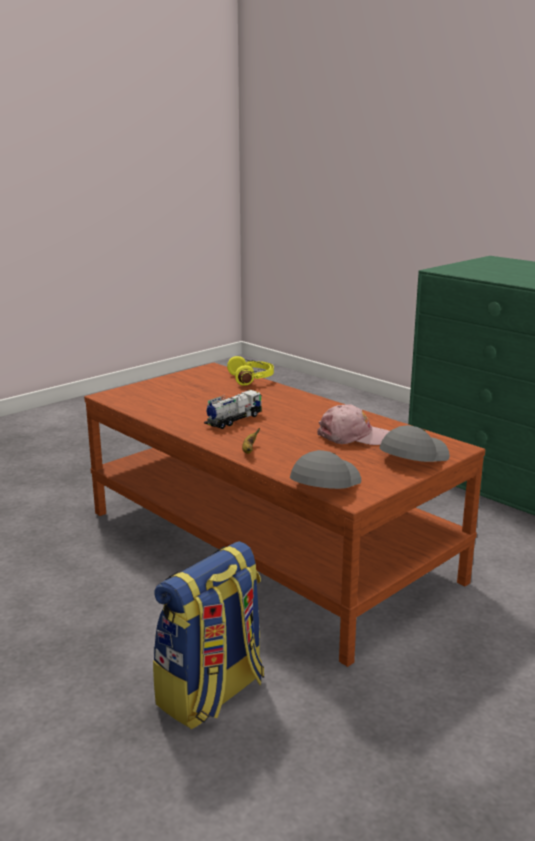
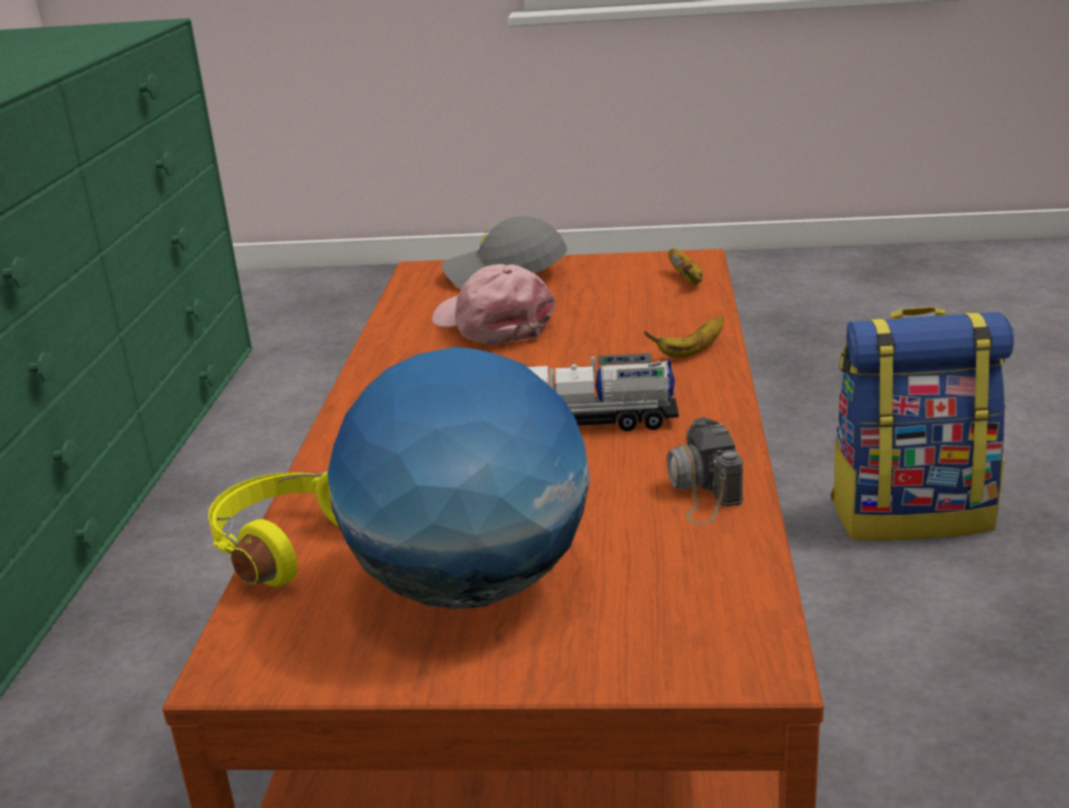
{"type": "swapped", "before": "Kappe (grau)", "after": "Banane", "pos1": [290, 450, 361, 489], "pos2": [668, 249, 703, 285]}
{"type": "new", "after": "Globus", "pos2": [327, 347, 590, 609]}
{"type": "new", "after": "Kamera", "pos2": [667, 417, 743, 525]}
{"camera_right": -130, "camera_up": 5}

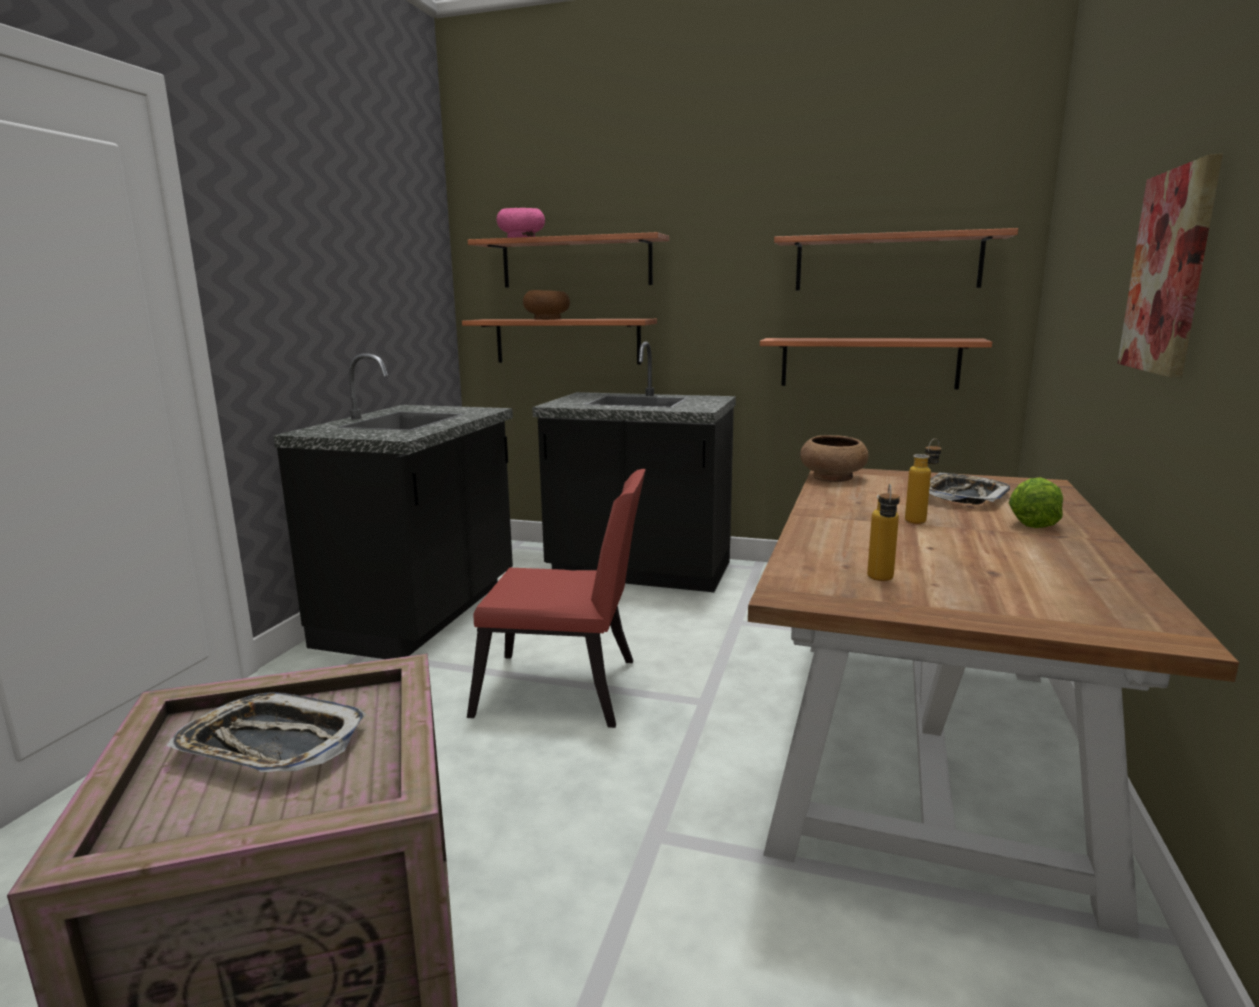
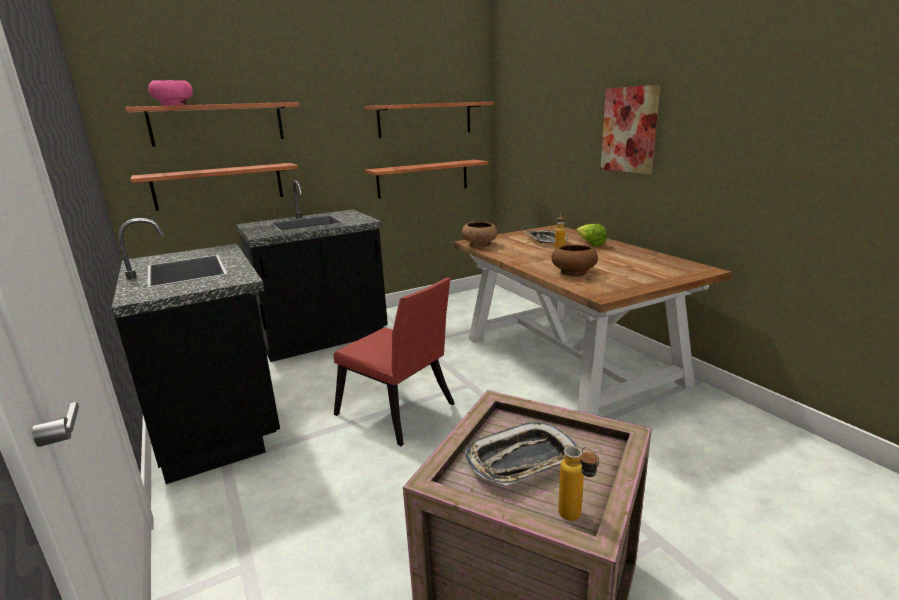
{"type": "shifted", "before": "Schüssel (braun)", "pos1": [523, 290, 570, 320], "pos2": [552, 244, 598, 277]}
{"type": "rotated", "before": "Stuhl (rot)", "pos1": [467, 469, 646, 728], "pos2": [334, 278, 455, 446], "turn": 75}
{"type": "shifted", "before": "Flasche", "pos1": [867, 484, 900, 581], "pos2": [558, 446, 599, 521]}
{"camera_right": -45, "camera_up": 5}

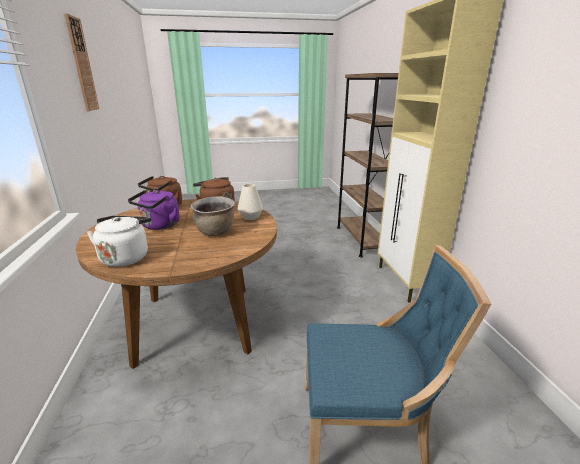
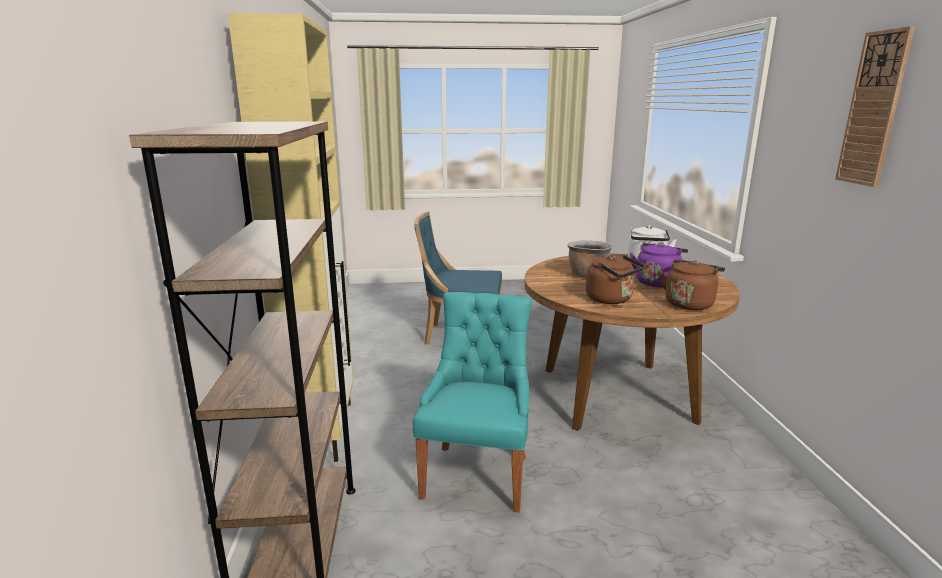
{"type": "gone", "before": "Vase (weiß)", "pos1": [237, 184, 263, 220]}
{"type": "new", "after": "Stuhl (türkis)", "pos2": [413, 292, 532, 512]}
{"camera_right": -175, "camera_up": -5}

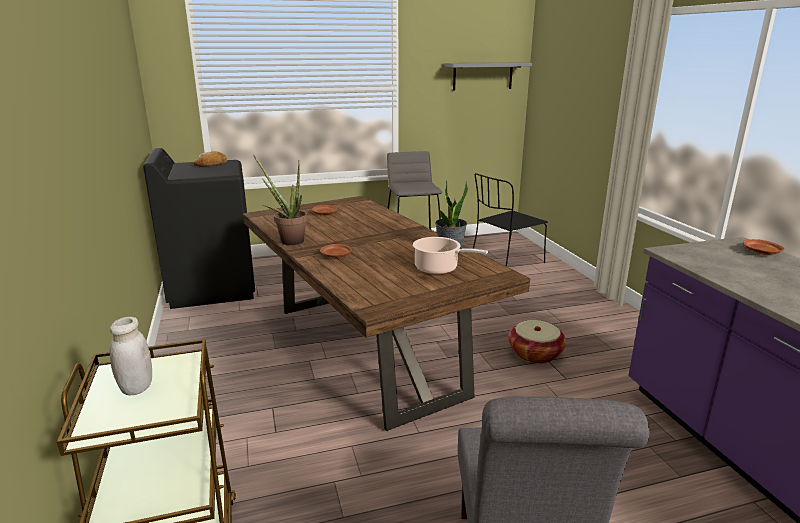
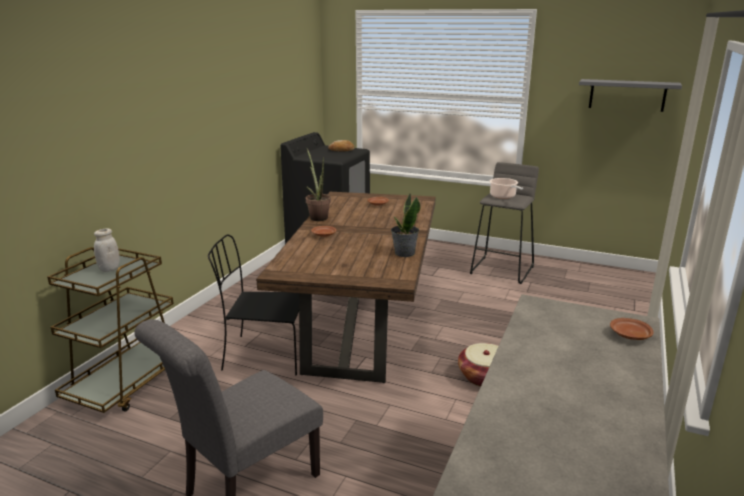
{"type": "shifted", "before": "Stuhl (schwarz)", "pos1": [473, 173, 548, 267], "pos2": [208, 235, 299, 375]}
{"type": "shifted", "before": "Kochtopf", "pos1": [413, 237, 488, 274], "pos2": [490, 178, 523, 199]}
{"camera_right": 40, "camera_up": 0}

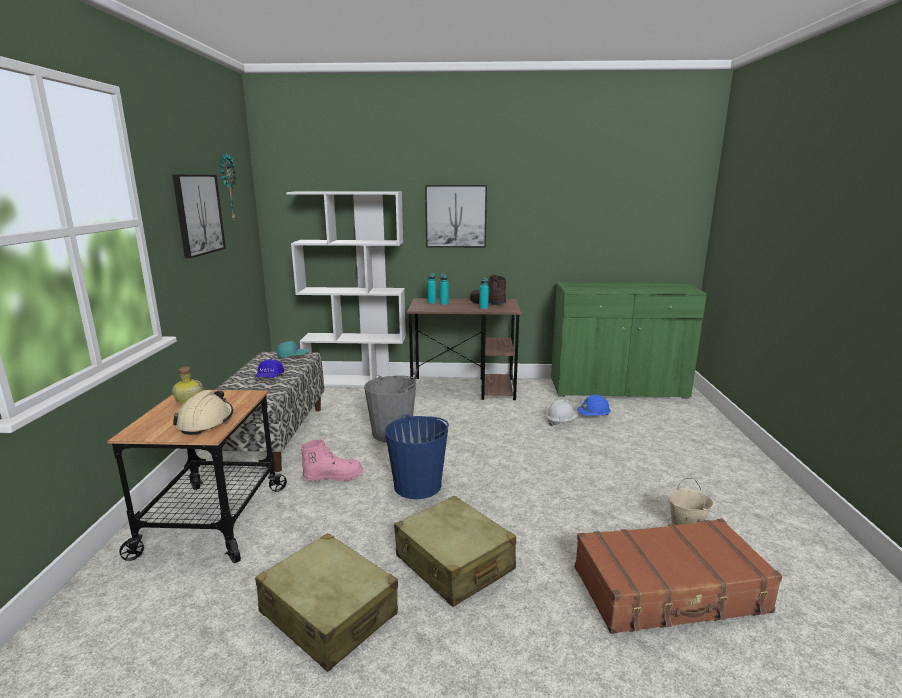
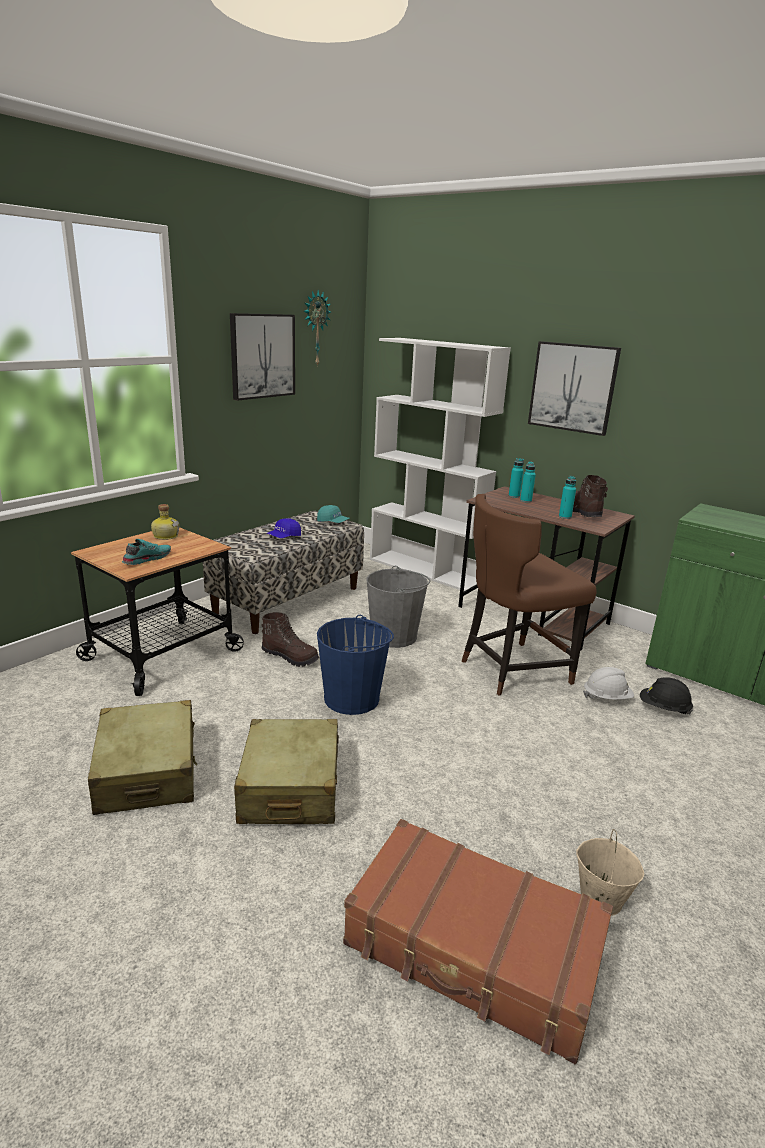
{"type": "swapped", "before": "Schutzhelm (beige)", "after": "Schuh (türkis)", "pos1": [173, 390, 233, 435], "pos2": [122, 539, 171, 565]}
{"type": "repainted", "before": "Schutzhelm (blau)", "after": "Schutzhelm (schwarz)", "pos1": [577, 395, 611, 416], "pos2": [640, 677, 693, 715]}
{"type": "repainted", "before": "Stiefel (rosa)", "after": "Stiefel (braun)", "pos1": [301, 439, 363, 482], "pos2": [261, 612, 319, 667]}
{"type": "new", "after": "Stuhl (braun)", "pos2": [462, 494, 596, 696]}
{"camera_right": 35, "camera_up": 5}

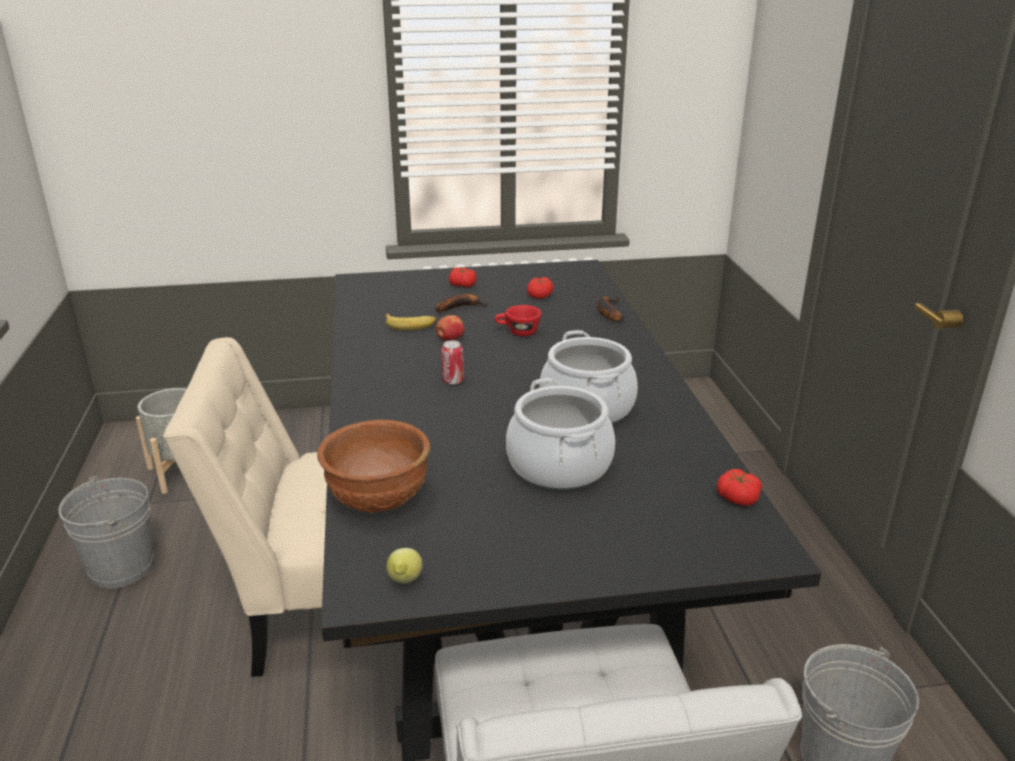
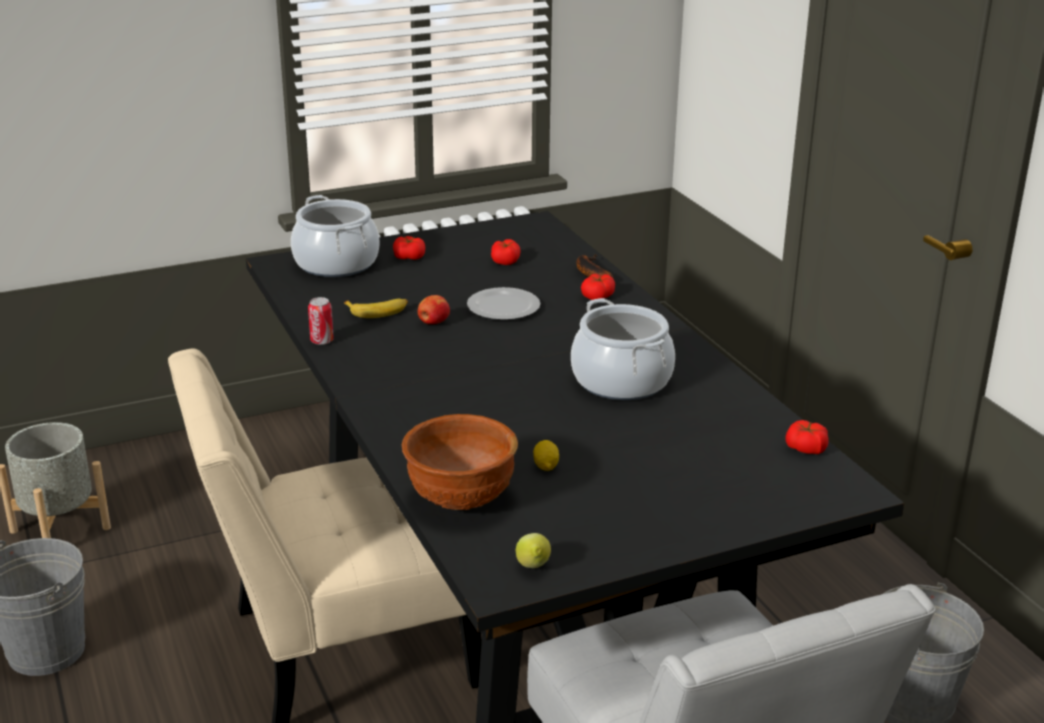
{"type": "gone", "before": "Banane", "pos1": [435, 294, 488, 312]}
{"type": "swapped", "before": "Tasse (rot)", "after": "Teller", "pos1": [495, 305, 541, 336], "pos2": [467, 287, 540, 320]}
{"type": "shifted", "before": "Dose", "pos1": [441, 340, 464, 385], "pos2": [308, 297, 334, 345]}
{"type": "shifted", "before": "Kochtopf", "pos1": [506, 378, 615, 490], "pos2": [291, 195, 379, 277]}
{"type": "new", "after": "Tomate", "pos2": [581, 274, 615, 300]}
{"type": "new", "after": "Zitrone", "pos2": [533, 440, 559, 471]}
{"camera_right": -15, "camera_up": 0}

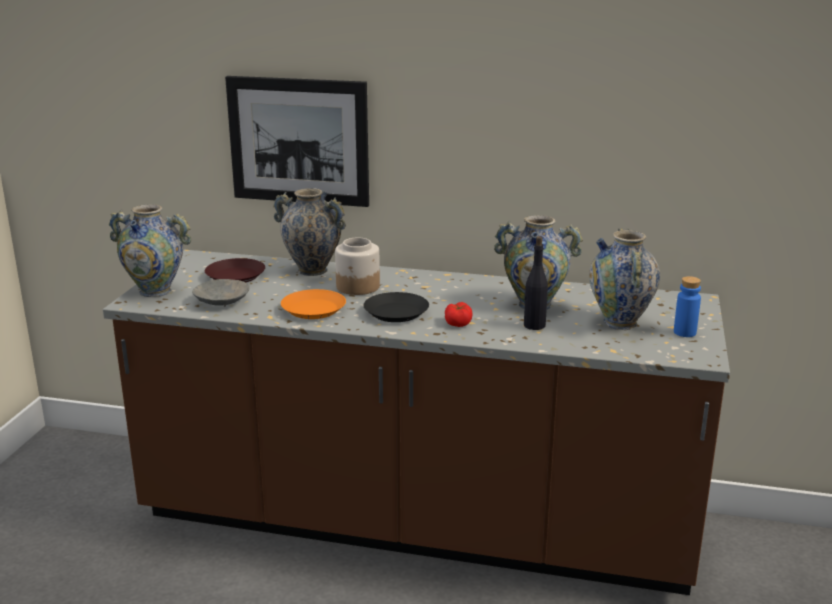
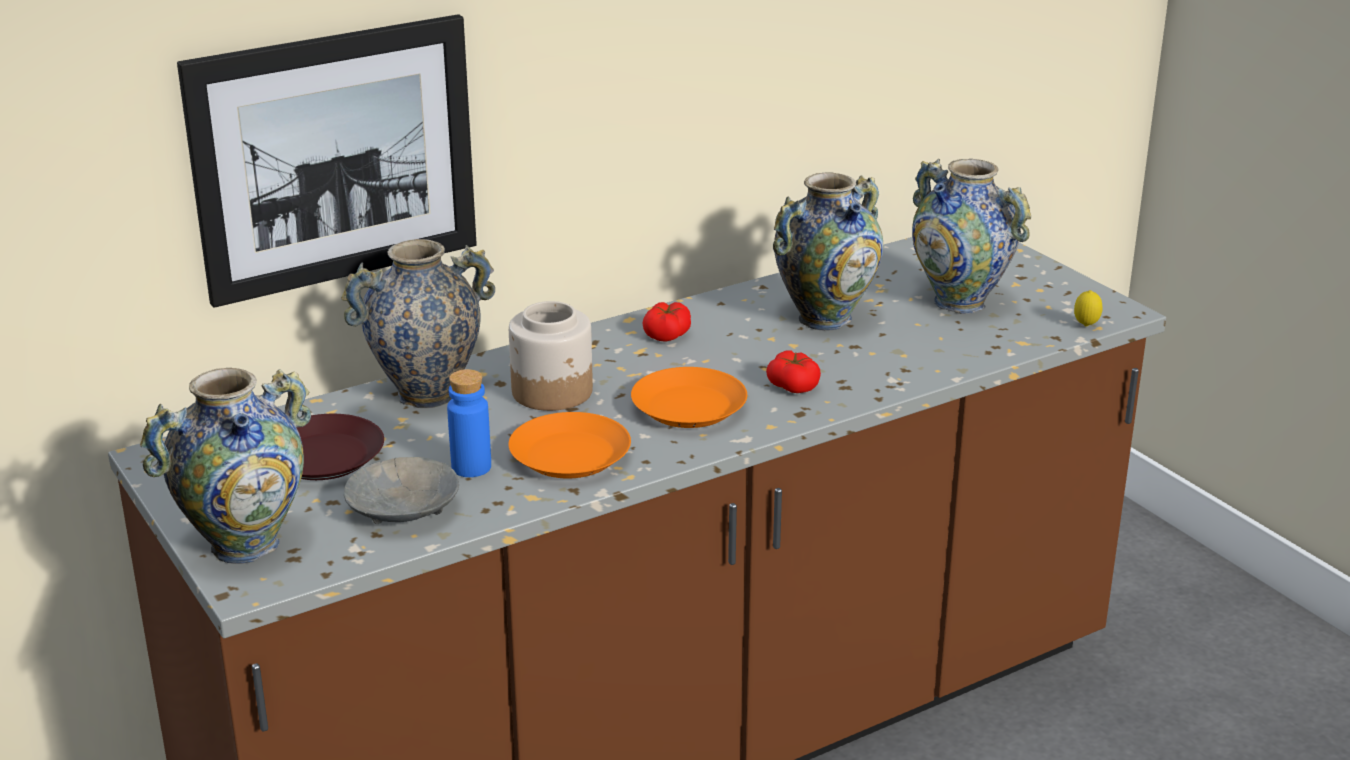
{"type": "gone", "before": "Flasche (schwarz)", "pos1": [524, 236, 548, 330]}
{"type": "shifted", "before": "Flasche (blau)", "pos1": [674, 276, 701, 337], "pos2": [447, 369, 491, 477]}
{"type": "repainted", "before": "Teller (schwarz)", "after": "Teller (orange)", "pos1": [363, 292, 429, 322], "pos2": [631, 367, 747, 428]}
{"type": "new", "after": "Zitrone", "pos2": [1074, 290, 1103, 327]}
{"type": "new", "after": "Tomate", "pos2": [642, 302, 691, 342]}
{"camera_right": -45, "camera_up": 5}

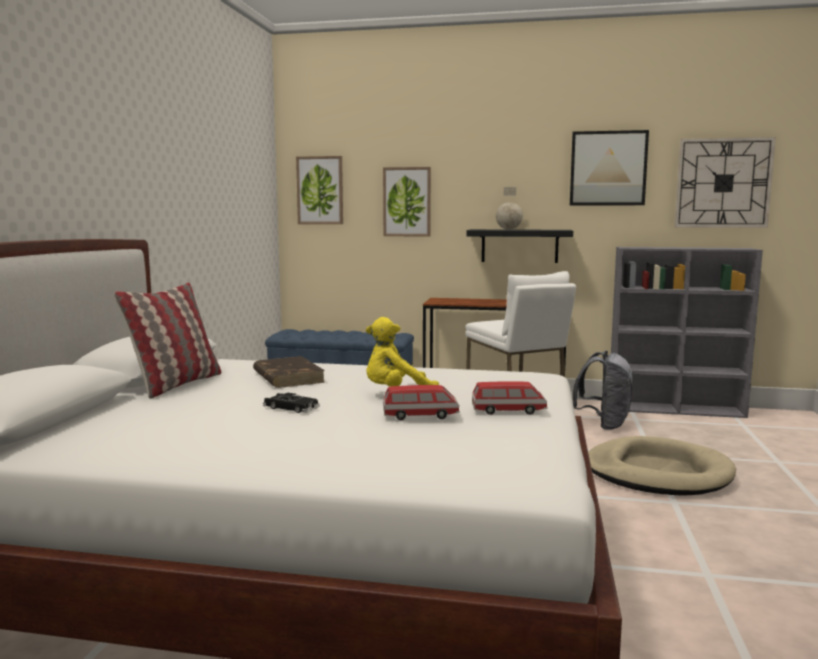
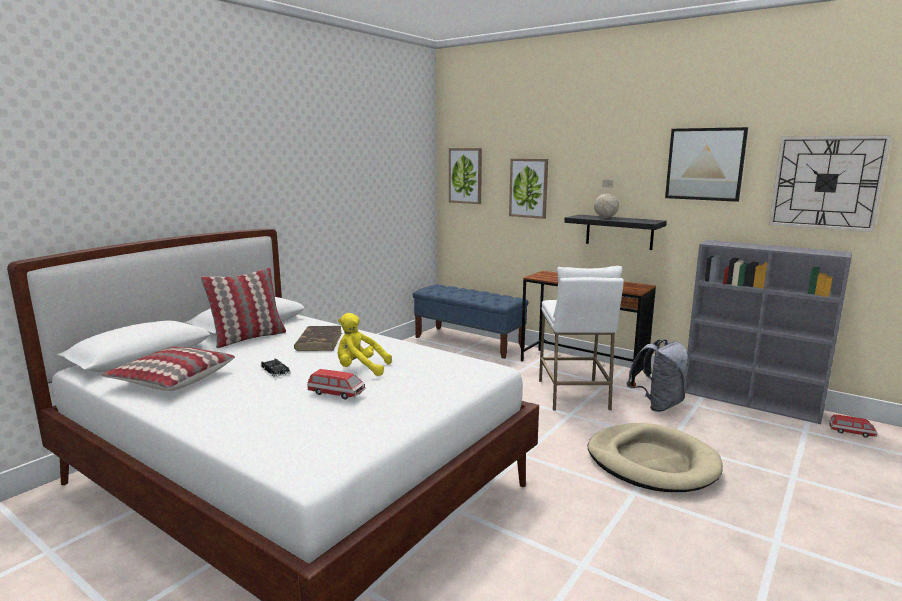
{"type": "shifted", "before": "Spielzeugauto", "pos1": [472, 381, 548, 415], "pos2": [829, 414, 877, 438]}
{"type": "new", "after": "Kissen", "pos2": [101, 346, 235, 391]}
{"camera_right": 25, "camera_up": 5}

